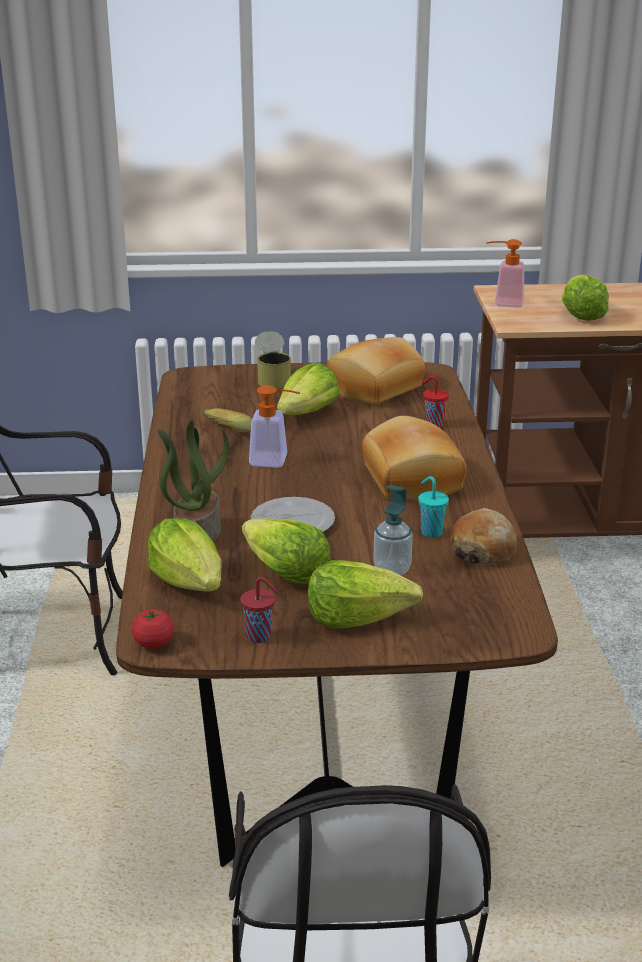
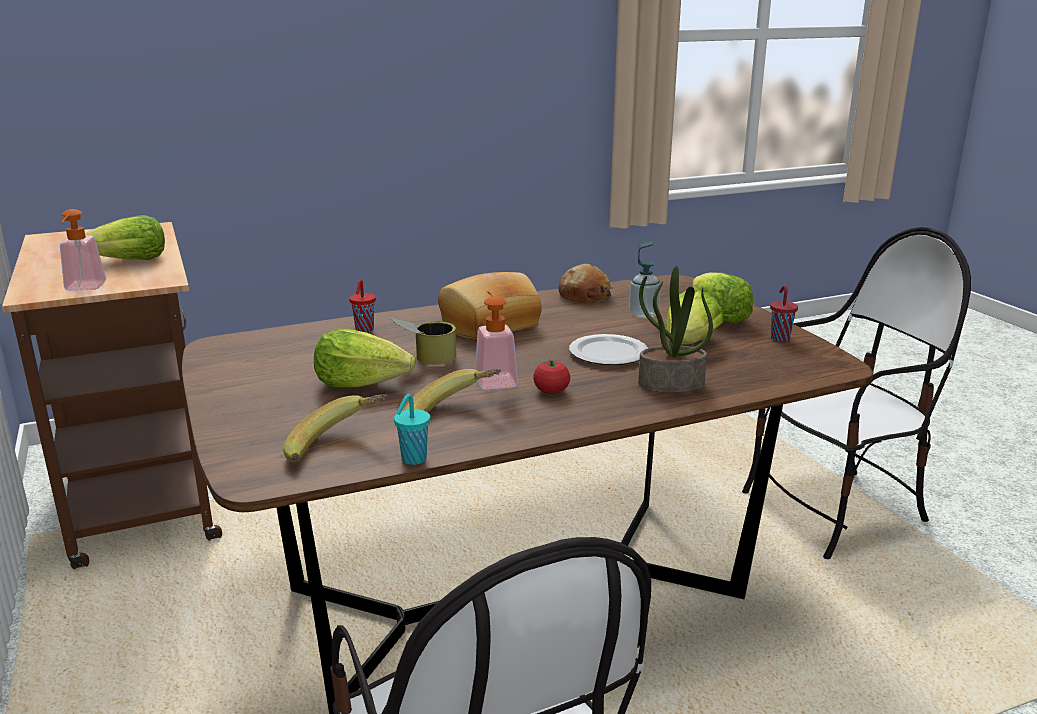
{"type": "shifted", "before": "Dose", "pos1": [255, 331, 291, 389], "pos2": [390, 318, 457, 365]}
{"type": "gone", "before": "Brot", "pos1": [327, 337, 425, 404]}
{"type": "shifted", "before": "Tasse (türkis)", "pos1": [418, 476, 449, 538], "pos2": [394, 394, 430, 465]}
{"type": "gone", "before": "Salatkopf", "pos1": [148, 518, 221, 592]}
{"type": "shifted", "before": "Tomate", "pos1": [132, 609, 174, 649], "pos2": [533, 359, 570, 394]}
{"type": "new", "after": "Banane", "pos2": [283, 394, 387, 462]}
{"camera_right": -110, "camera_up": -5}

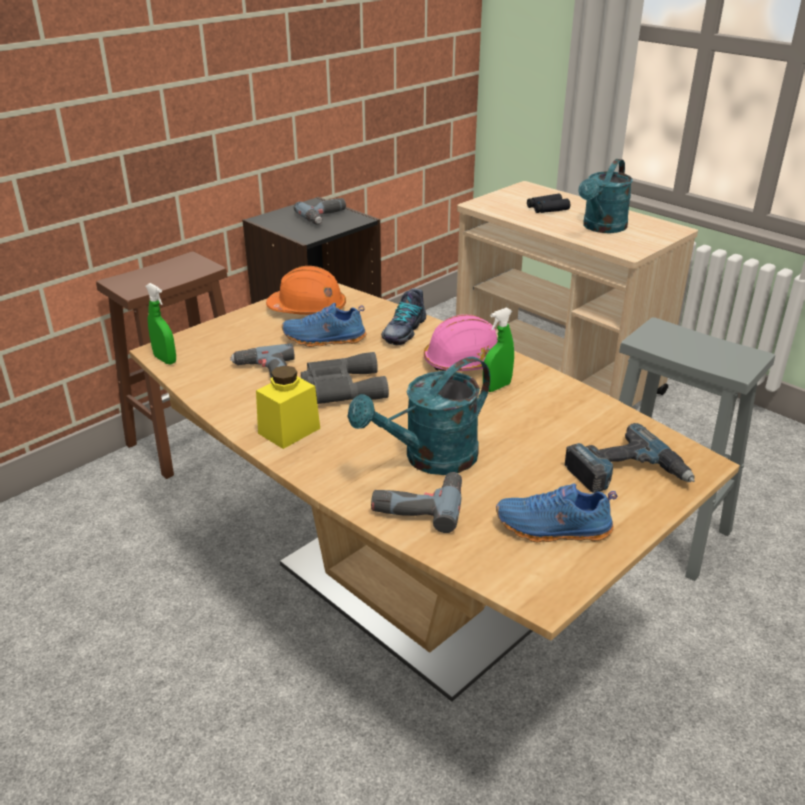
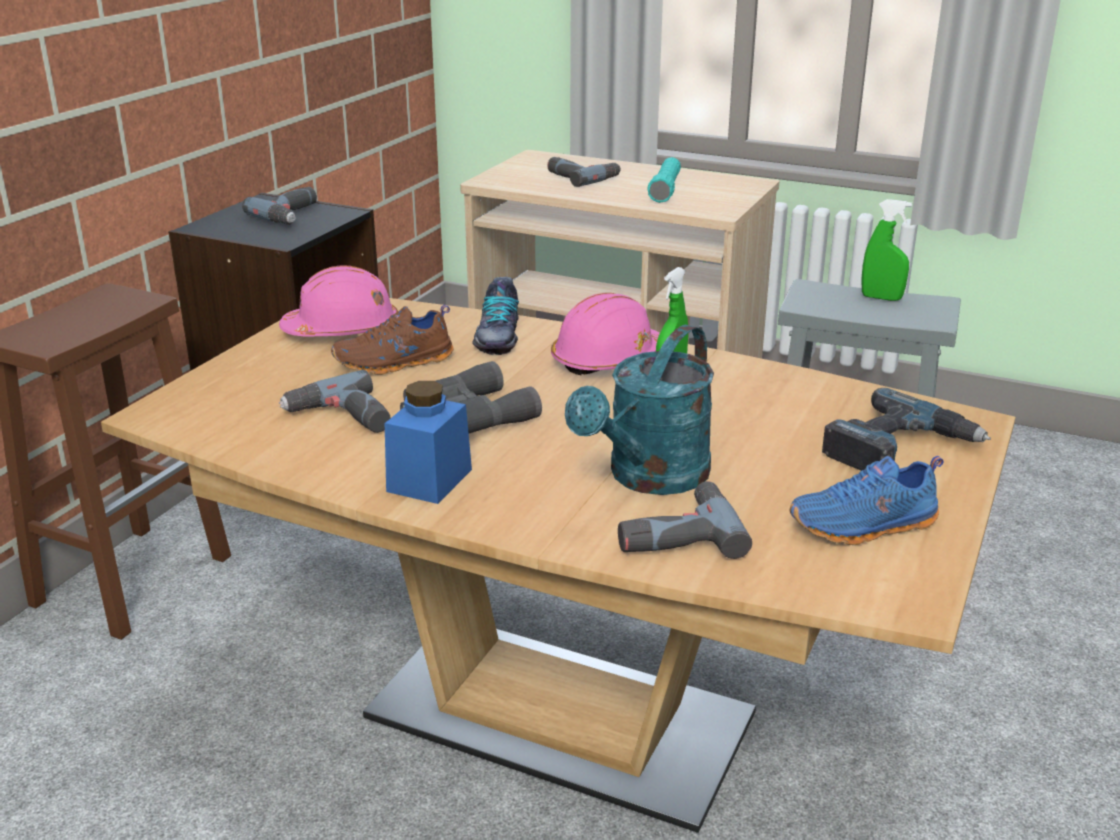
{"type": "swapped", "before": "Gießkanne (türkis)", "after": "Taschenlampe (türkis)", "pos1": [579, 159, 633, 233], "pos2": [647, 157, 681, 203]}
{"type": "swapped", "before": "Fernglas (schwarz)", "after": "Bohrmaschine", "pos1": [527, 194, 570, 213], "pos2": [547, 157, 621, 187]}
{"type": "repainted", "before": "Schutzhelm (orange)", "after": "Schutzhelm (rosa)", "pos1": [266, 266, 346, 315], "pos2": [279, 265, 398, 336]}
{"type": "shifted", "before": "Sprühflasche (grün)", "pos1": [145, 283, 176, 365], "pos2": [861, 199, 912, 301]}
{"type": "repainted", "before": "Schuh (blau)", "after": "Schuh (braun)", "pos1": [282, 303, 367, 347], "pos2": [331, 305, 454, 375]}
{"type": "repainted", "before": "Vorratsglas (gelb)", "after": "Vorratsglas (blau)", "pos1": [256, 365, 320, 449], "pos2": [385, 381, 472, 504]}
{"camera_right": -20, "camera_up": -5}

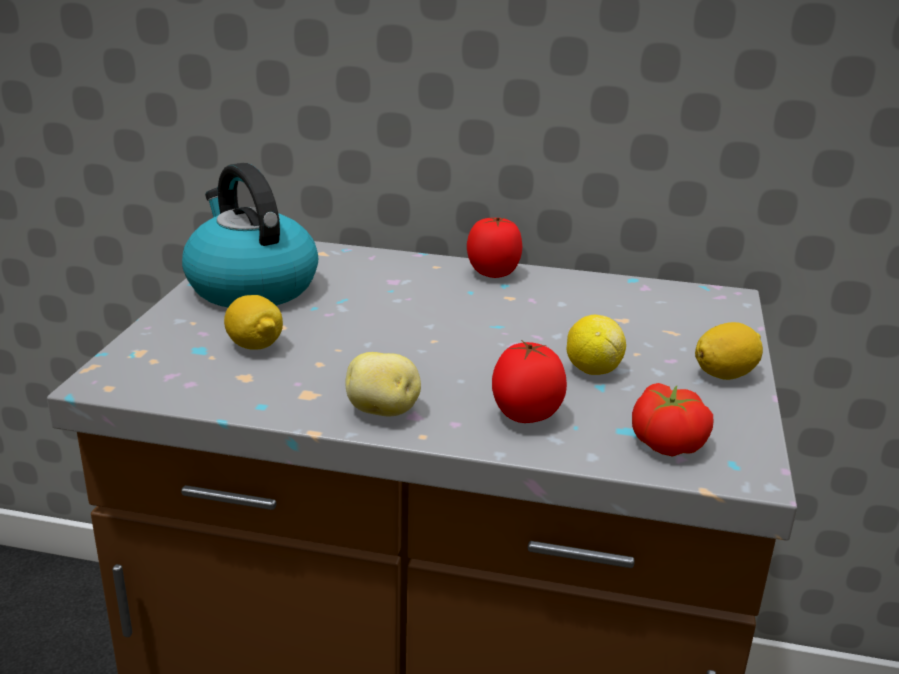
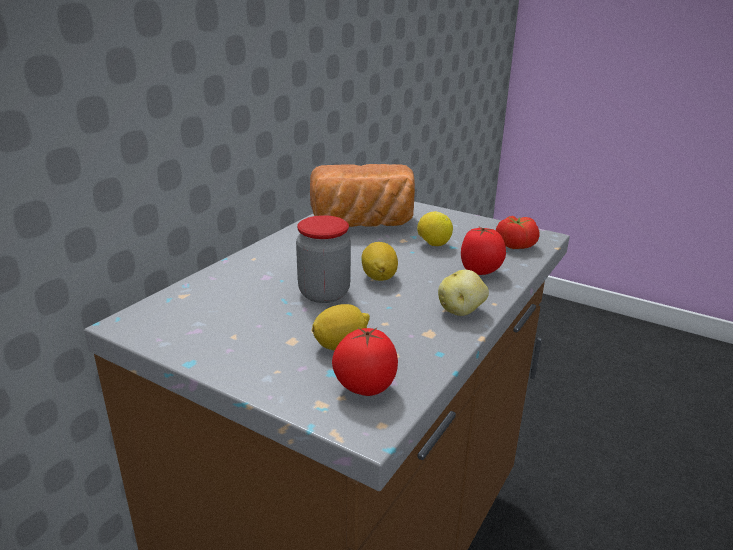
{"type": "gone", "before": "Wasserkessel", "pos1": [182, 163, 318, 307]}
{"type": "shifted", "before": "Tomate", "pos1": [467, 217, 522, 278], "pos2": [332, 327, 398, 396]}
{"type": "shifted", "before": "Zitrone", "pos1": [695, 322, 763, 380], "pos2": [361, 242, 398, 281]}
{"type": "new", "after": "Brot", "pos2": [310, 164, 415, 227]}
{"type": "new", "after": "Vorratsglas", "pos2": [296, 215, 351, 303]}
{"camera_right": -70, "camera_up": 0}

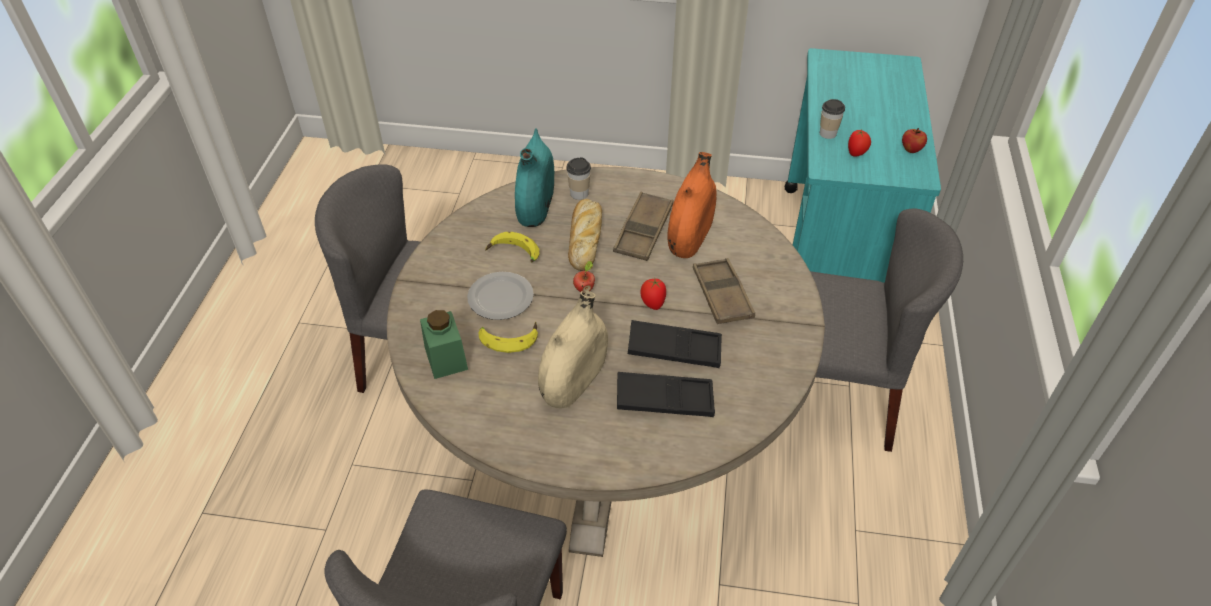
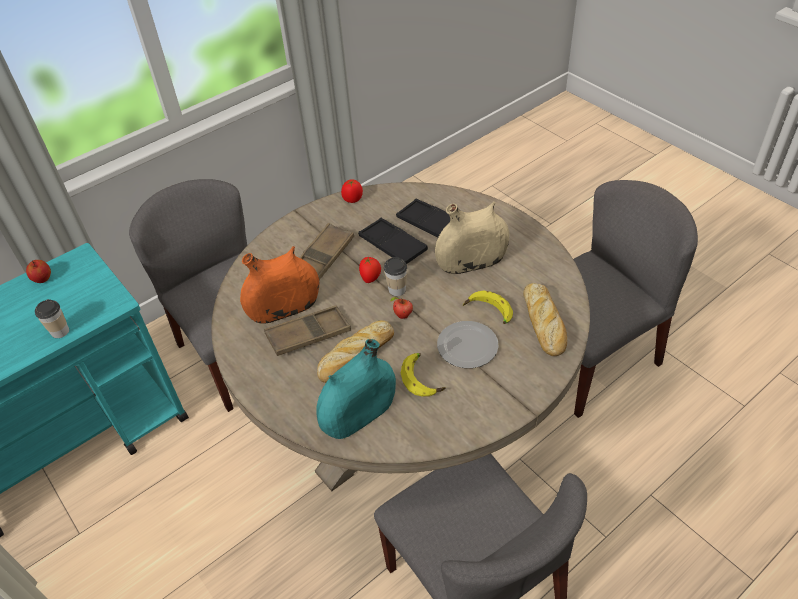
{"type": "shifted", "before": "Tomate", "pos1": [848, 130, 871, 157], "pos2": [341, 179, 363, 203]}
{"type": "shifted", "before": "Tasse", "pos1": [566, 157, 591, 200], "pos2": [384, 257, 407, 296]}
{"type": "swapped", "before": "Vorratsglas (grün)", "after": "Brot", "pos1": [420, 310, 468, 379], "pos2": [523, 283, 567, 356]}
{"camera_right": -135, "camera_up": 0}

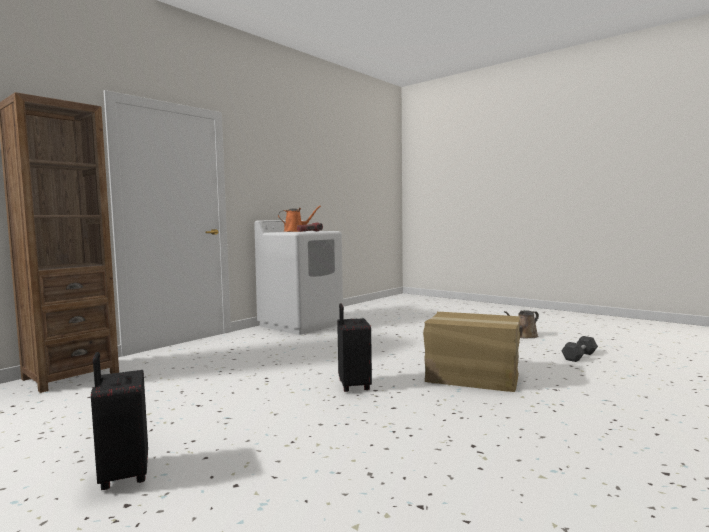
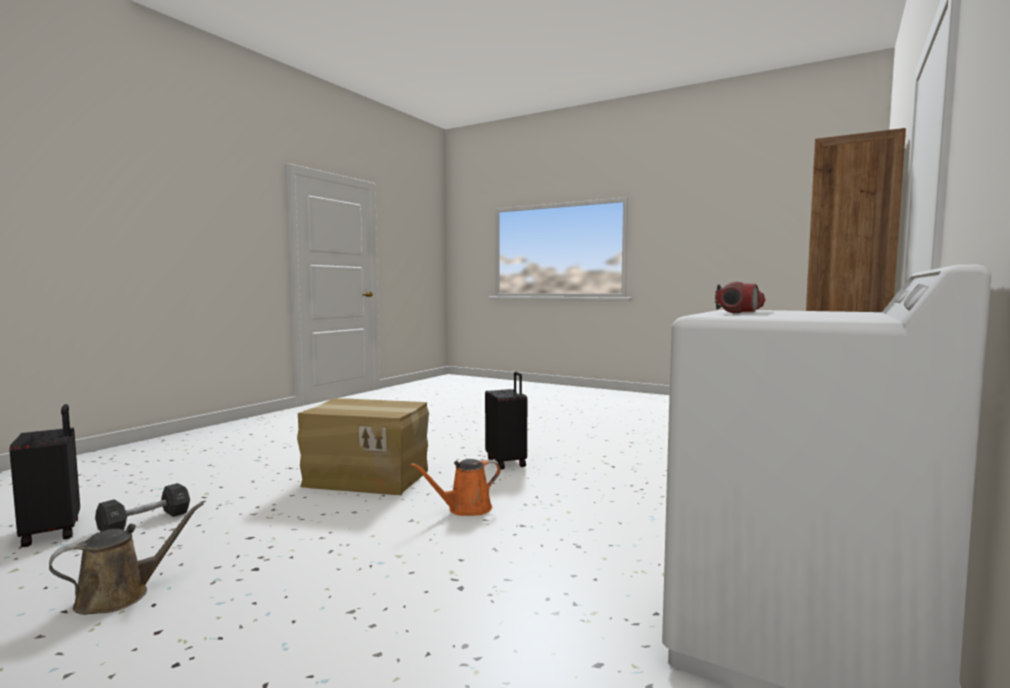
{"type": "shifted", "before": "Gießkanne (orange)", "pos1": [278, 206, 321, 232], "pos2": [410, 459, 501, 516]}
{"type": "shifted", "before": "Koffer (schwarz)", "pos1": [91, 352, 148, 490], "pos2": [10, 404, 80, 547]}
{"camera_right": 170, "camera_up": 0}

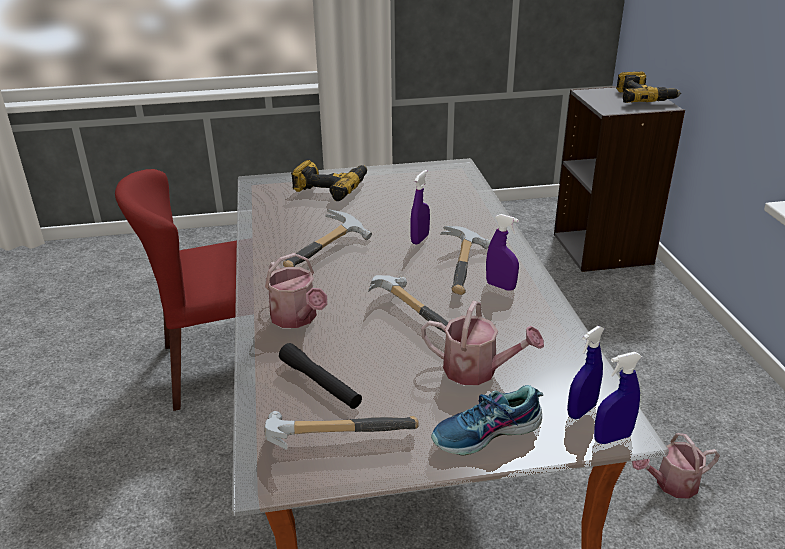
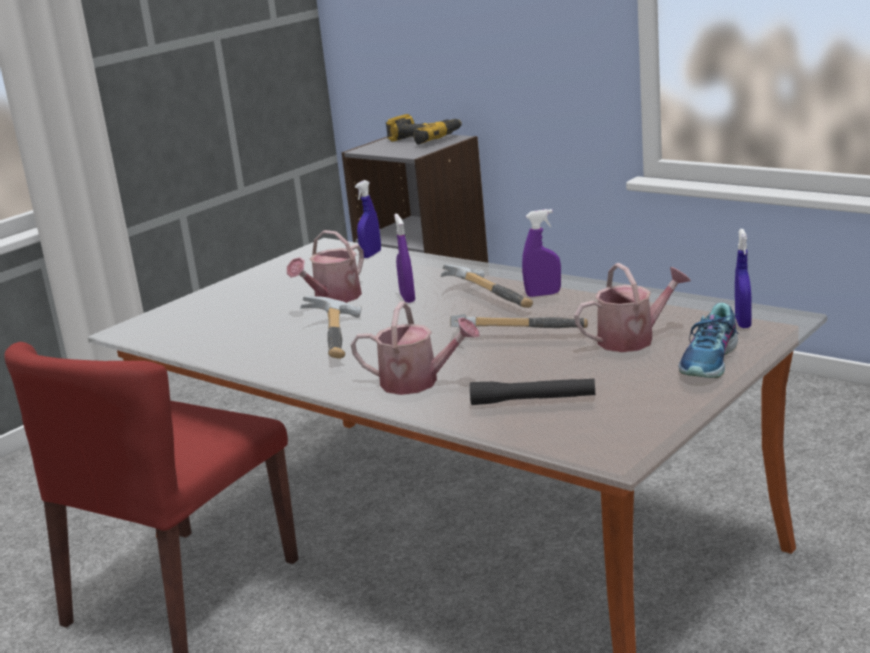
{"type": "gone", "before": "Bohrmaschine", "pos1": [291, 160, 367, 201]}
{"type": "shifted", "before": "Sprühflasche (blau)", "pos1": [594, 352, 642, 444], "pos2": [355, 180, 381, 258]}
{"type": "gone", "before": "Hammer", "pos1": [264, 411, 419, 450]}
{"type": "shifted", "before": "Gießkanne", "pos1": [632, 433, 720, 499], "pos2": [287, 230, 364, 303]}
{"camera_right": -40, "camera_up": -10}

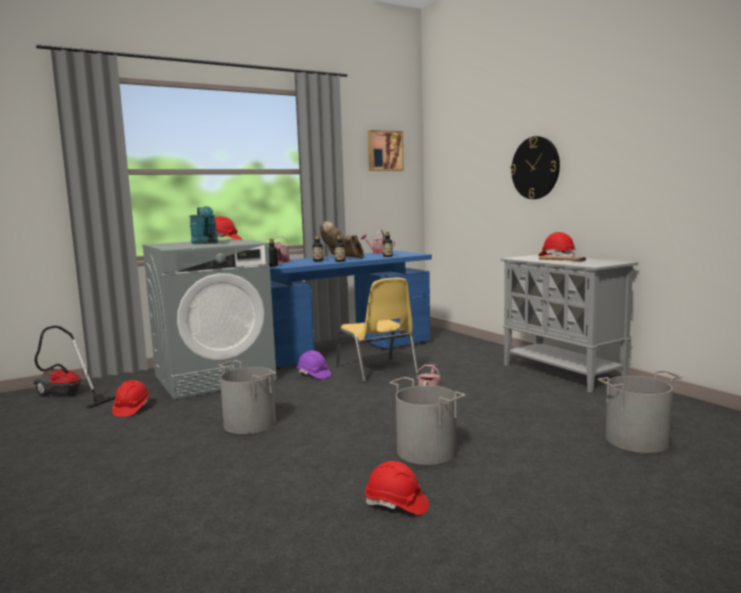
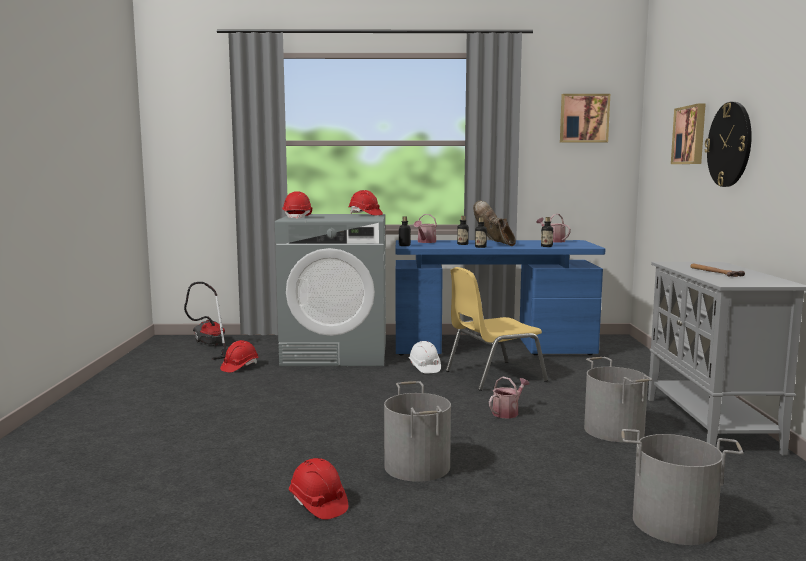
{"type": "gone", "before": "Gießkanne (türkis)", "pos1": [190, 206, 218, 244]}
{"type": "shifted", "before": "Schutzhelm (rot)", "pos1": [538, 232, 576, 258], "pos2": [282, 191, 312, 219]}
{"type": "rotated", "before": "Stuhl (gelb)", "pos1": [336, 278, 418, 383], "pos2": [446, 267, 548, 391], "turn": 60}
{"type": "repainted", "before": "Schutzhelm (lila)", "after": "Schutzhelm (weiß)", "pos1": [297, 350, 331, 379], "pos2": [408, 341, 441, 374]}
{"type": "shifted", "before": "Eimer (grau)", "pos1": [218, 360, 276, 434], "pos2": [584, 357, 652, 442]}
{"type": "new", "after": "Bild", "pos2": [671, 103, 706, 164]}
{"camera_right": 30, "camera_up": 0}

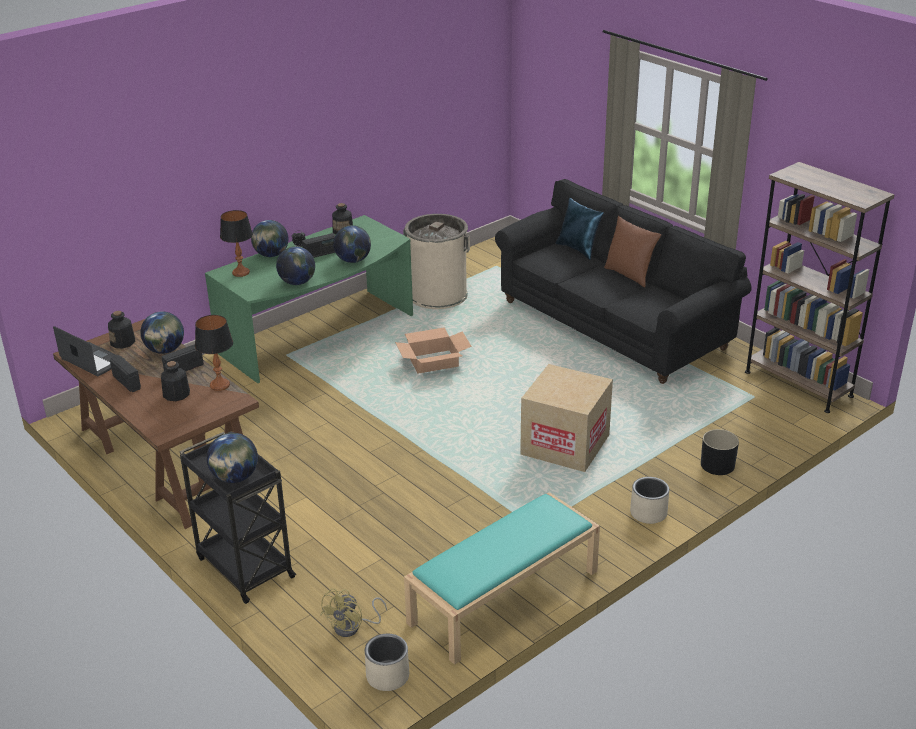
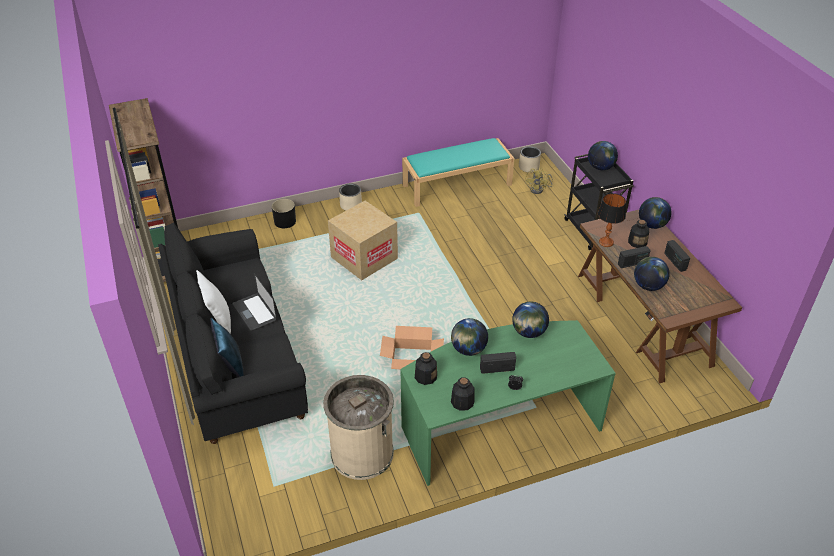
{"type": "gone", "before": "Tischlampe", "pos1": [220, 210, 253, 277]}
{"type": "repainted", "before": "Kissen (braun)", "after": "Kissen (weiß)", "pos1": [604, 216, 661, 287], "pos2": [196, 270, 231, 334]}
{"type": "shifted", "before": "Globus", "pos1": [251, 220, 288, 257], "pos2": [639, 197, 672, 229]}
{"type": "shifted", "before": "Flasche", "pos1": [108, 311, 135, 348], "pos2": [415, 352, 437, 385]}
{"type": "shifted", "before": "Laptop", "pos1": [53, 326, 117, 376], "pos2": [232, 273, 277, 332]}
{"type": "rotated", "before": "Ventilator (gelb)", "pos1": [320, 588, 387, 637], "pos2": [525, 168, 553, 194], "turn": 150}
{"camera_right": -160, "camera_up": 10}

